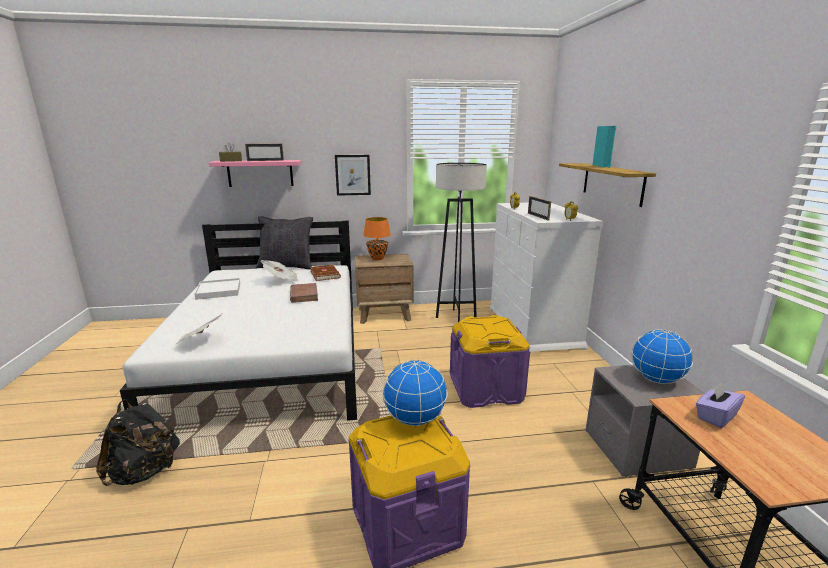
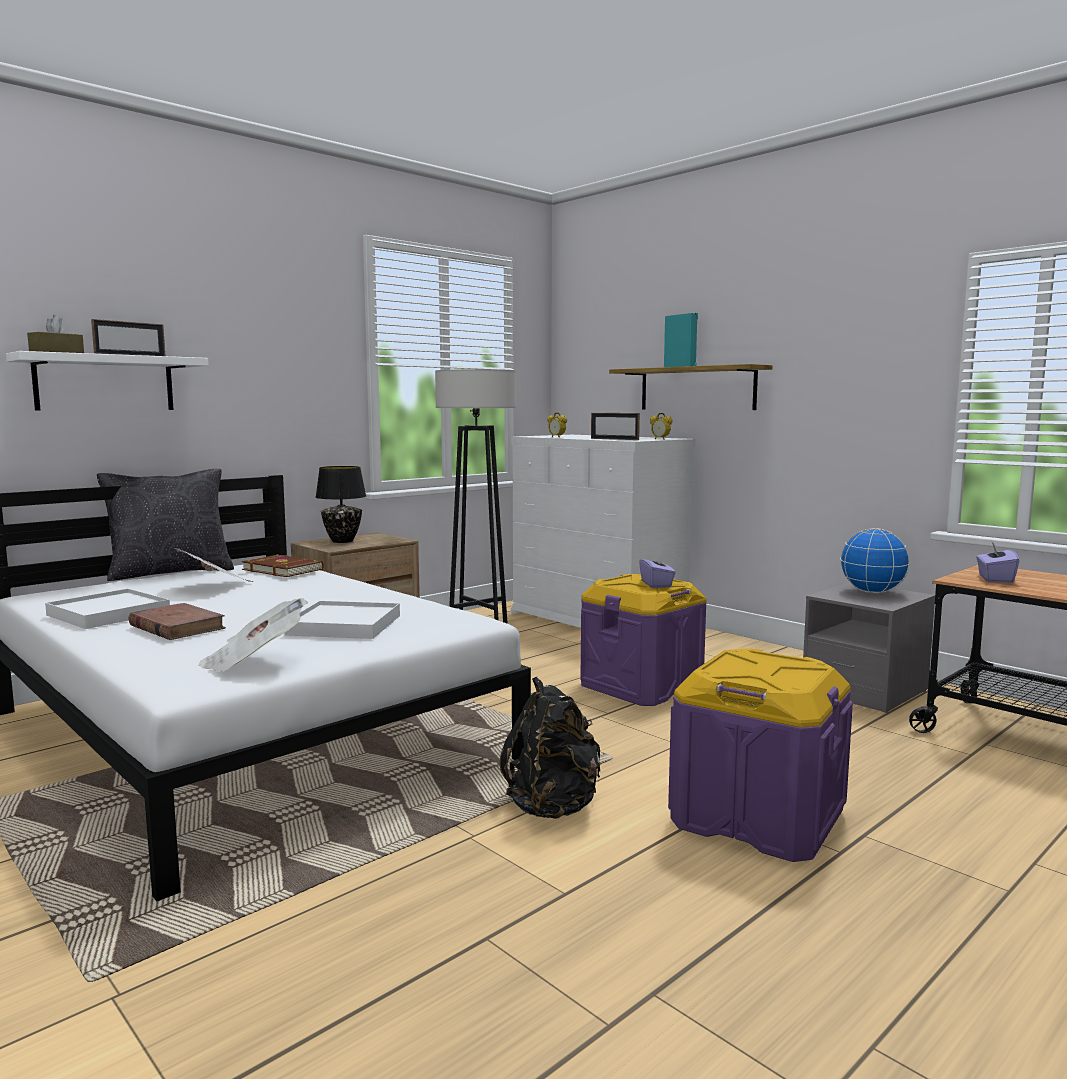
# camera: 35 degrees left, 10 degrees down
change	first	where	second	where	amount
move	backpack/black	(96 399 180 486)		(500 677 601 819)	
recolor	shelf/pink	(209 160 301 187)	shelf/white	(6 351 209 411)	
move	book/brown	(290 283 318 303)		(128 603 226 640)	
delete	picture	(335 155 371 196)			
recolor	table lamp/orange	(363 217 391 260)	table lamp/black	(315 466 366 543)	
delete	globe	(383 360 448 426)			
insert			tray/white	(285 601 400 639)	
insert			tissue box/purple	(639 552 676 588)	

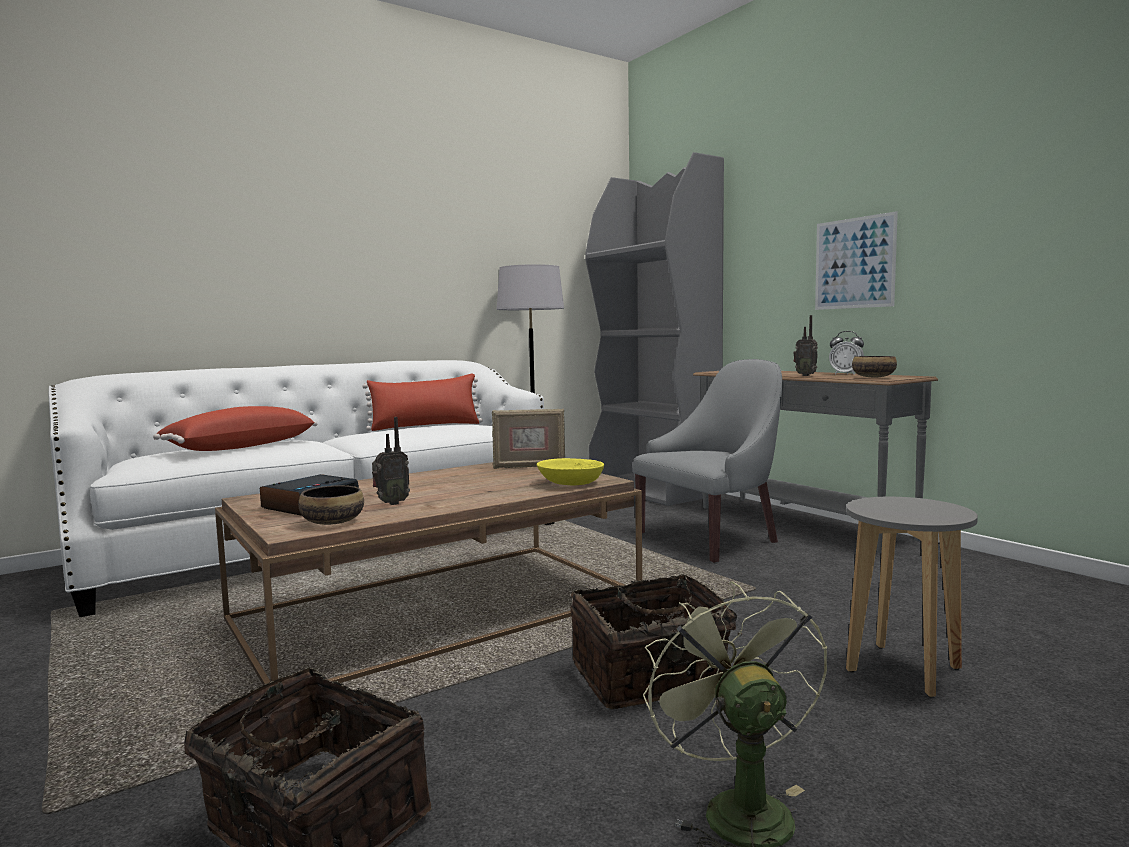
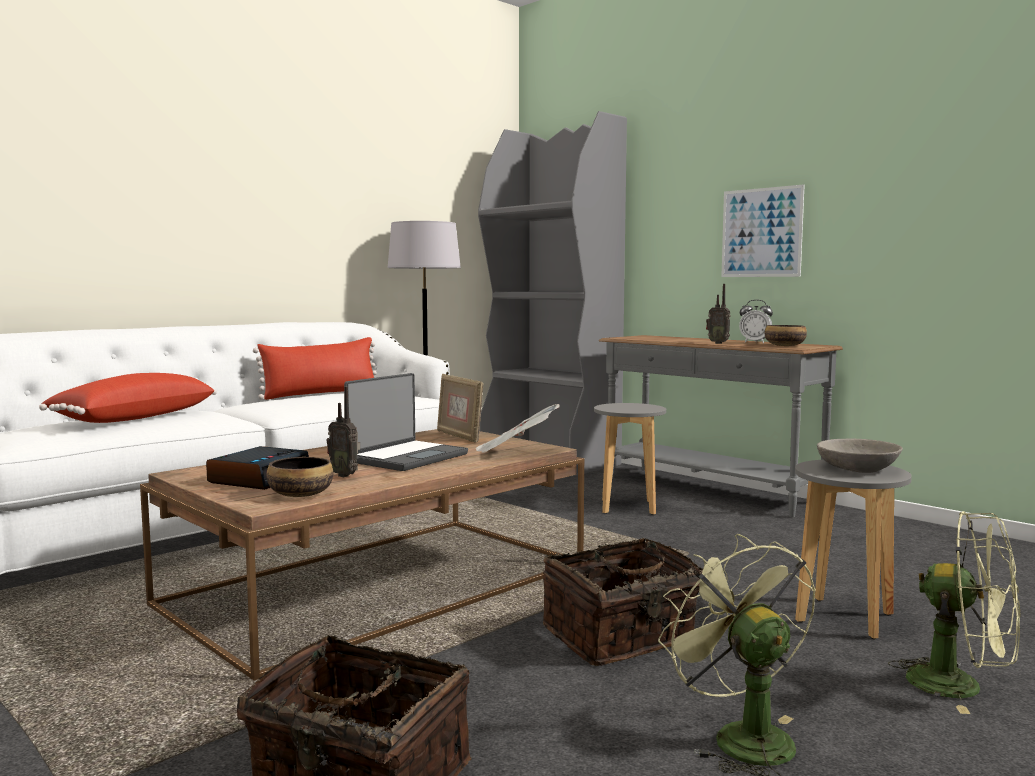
# camera: 10 degrees left, 0 degrees up
change	first	where	second	where	amount
rotate	radio	(372 417 410 505)		(326 387 360 477)	75 degrees clockwise
rotate	picture frame	(492 408 565 469)		(437 374 483 443)	75 degrees clockwise
replace	bowl/yellow	(537 458 604 485)	newspaper	(476 404 560 453)	
replace	armchair/grey	(633 359 783 562)	stool/grey	(594 403 666 515)	
insert			laptop	(344 373 468 471)	
insert			bowl/grey	(817 439 903 473)	
insert			fan/green	(888 511 1021 714)	

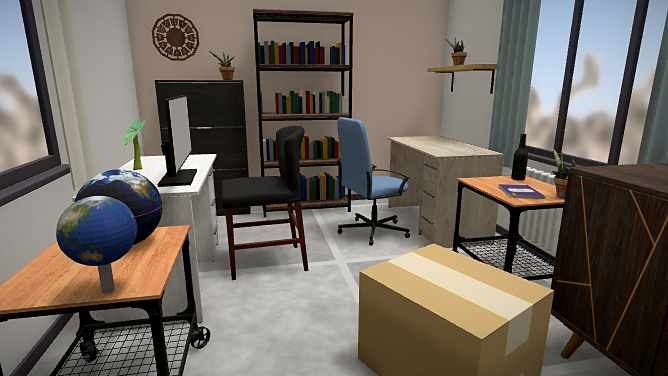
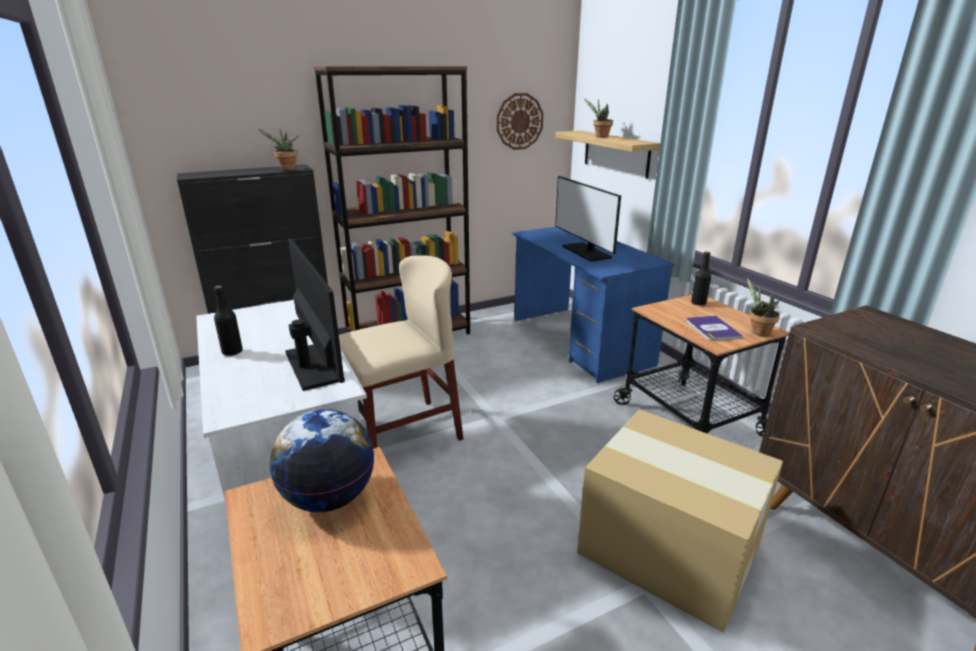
# camera: 15 degrees left, 10 degrees up
change	first	where	second	where	amount
delete	globe	(56 196 138 294)			
replace	potted plant	(122 120 144 170)	bottle/black	(214 286 243 356)	
move	wall clock	(152 14 199 61)		(497 93 543 150)	
recolor	chair/black	(222 126 309 280)	chair/beige	(339 255 463 449)	
delete	office chair/blue	(336 117 410 246)			
recolor	desk/beige	(387 136 506 248)	desk/blue	(512 227 674 383)	
insert			monitor	(555 176 621 262)	

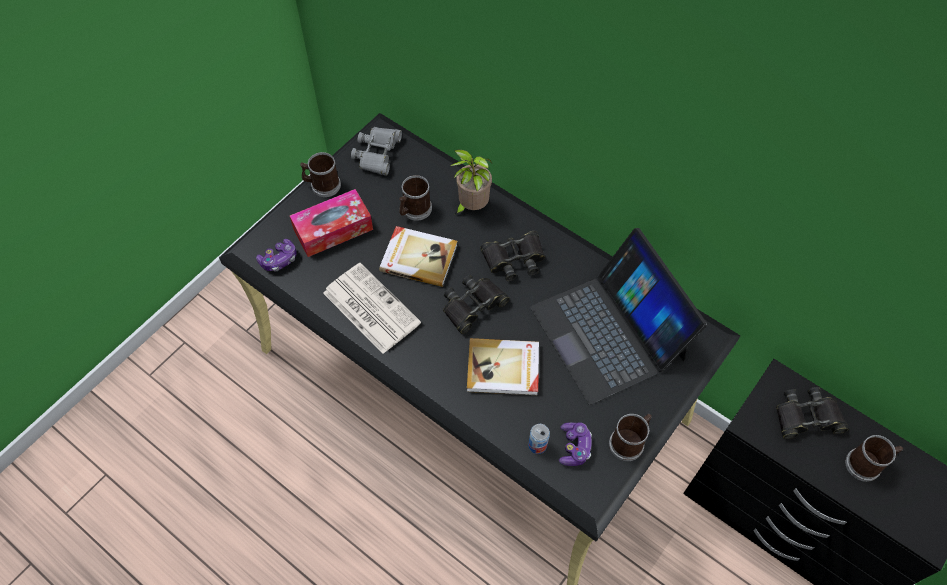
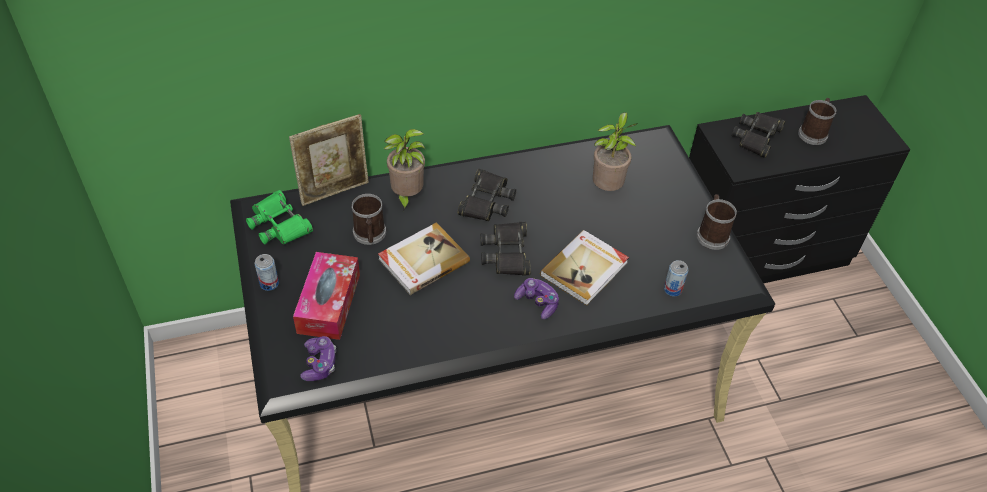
# camera: 55 degrees left, 10 degrees down
change	first	where	second	where	amount
replace	mug	(300 152 341 197)	can	(254 254 279 291)	
delete	newspaper	(323 263 421 354)			
recolor	binoculars/grey	(351 127 402 176)	binoculars/green	(246 190 313 245)	
replace	laptop	(531 228 707 405)	potted plant	(593 112 638 191)	
move	game controller	(559 423 592 466)		(514 278 559 320)	
insert			picture frame	(289 114 369 206)	

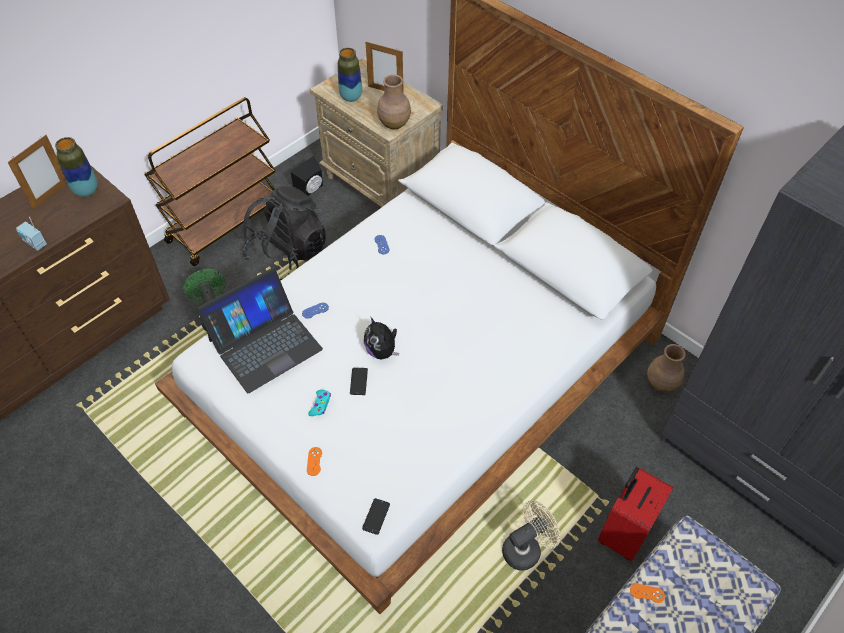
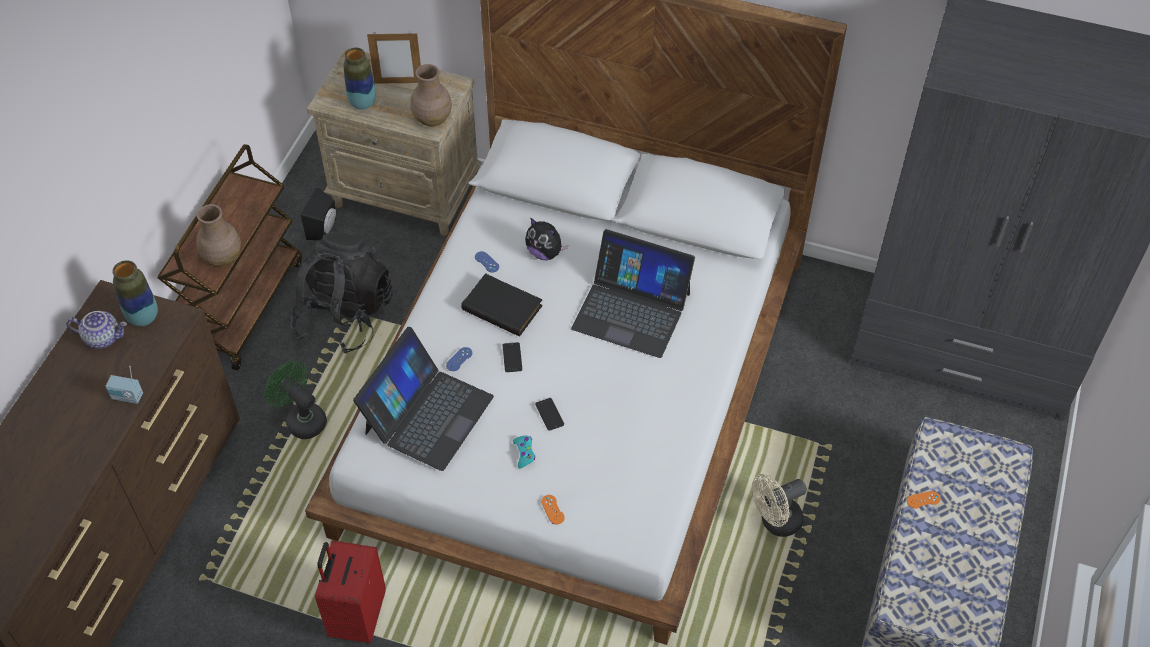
# camera: 25 degrees left, 0 degrees up
change	first	where	second	where	amount
replace	picture frame	(8 135 67 209)	teapot	(66 311 127 349)	
move	phone	(362 498 390 535)		(503 342 522 372)	
move	plush toy	(364 317 399 359)		(525 218 568 260)	
rotate	fan/beige	(502 500 560 571)		(752 474 807 537)	150 degrees counterclockwise
move	suitcase/red	(598 467 673 562)		(315 540 386 644)	
move	vase/brown	(647 344 686 392)		(196 204 241 267)	
insert			book/black	(461 273 543 336)	
insert			laptop	(571 229 695 358)	

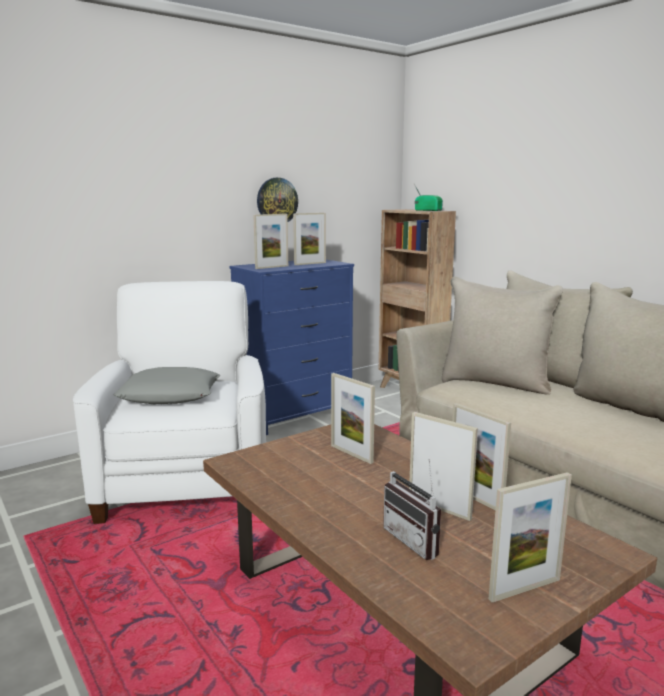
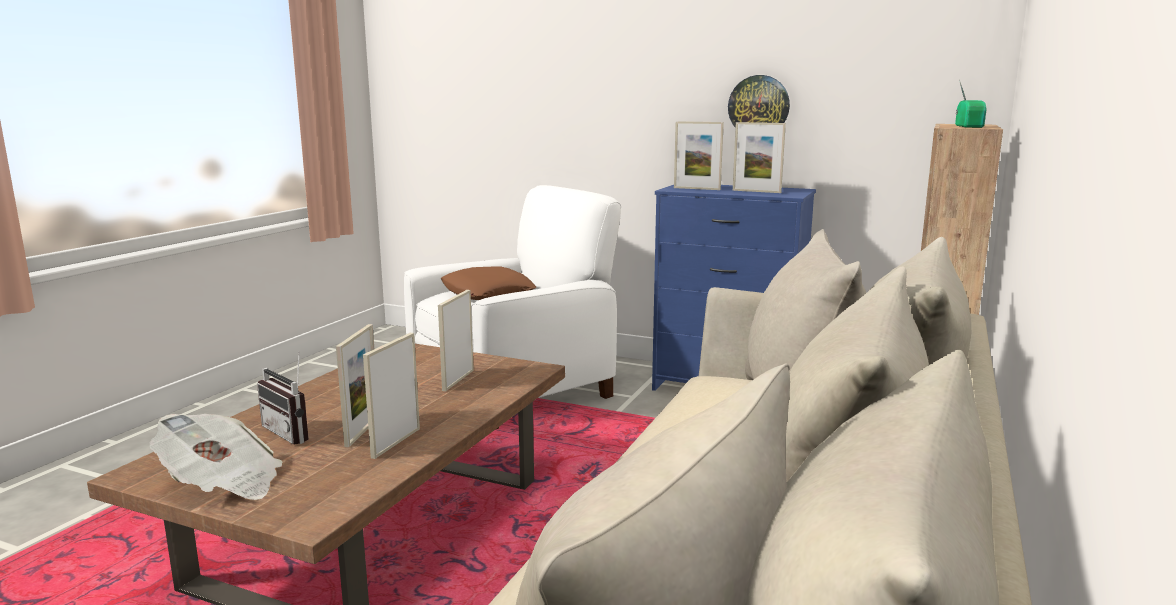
# camera: 60 degrees right, 0 degrees up
change	first	where	second	where	amount
recolor	pillow/grey	(114 367 220 404)	pillow/brown	(441 266 537 300)	
rotate	radio	(383 459 441 560)		(257 351 309 444)	75 degrees counterclockwise
replace	picture frame	(489 472 572 602)	newspaper	(149 414 283 500)	

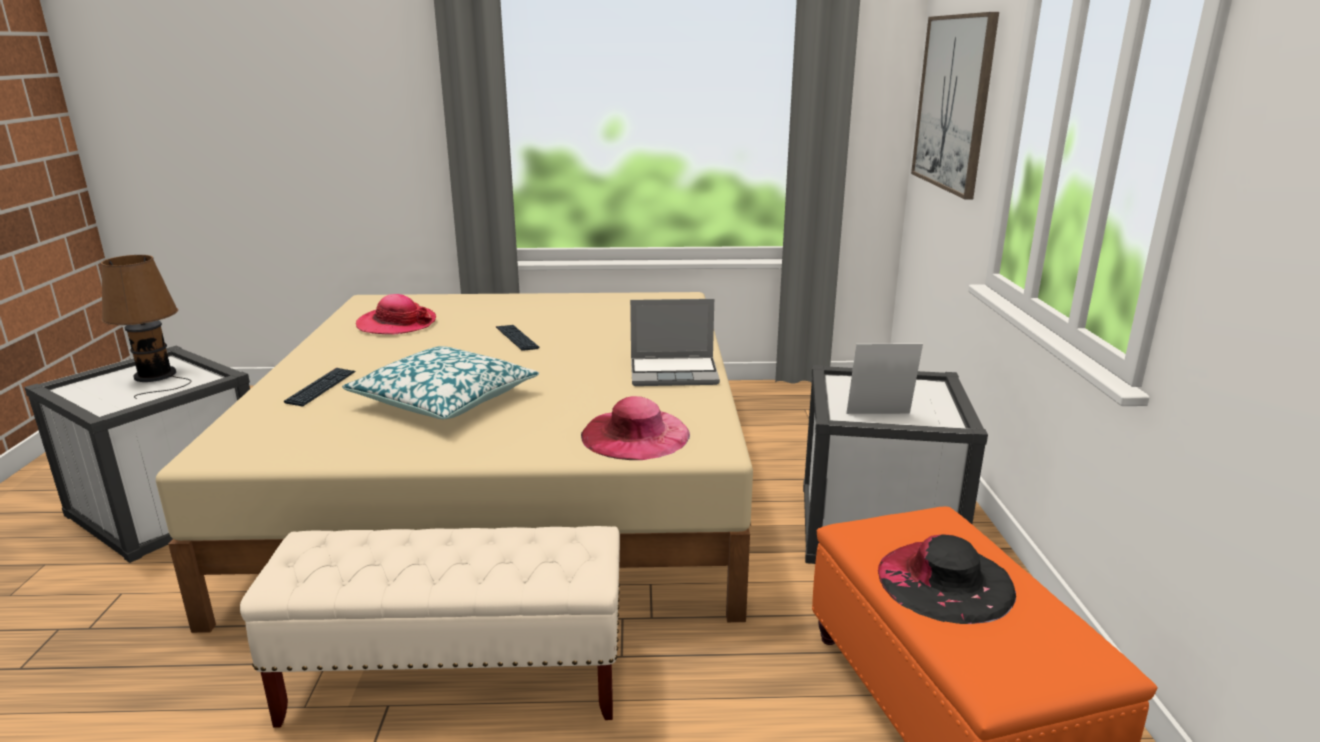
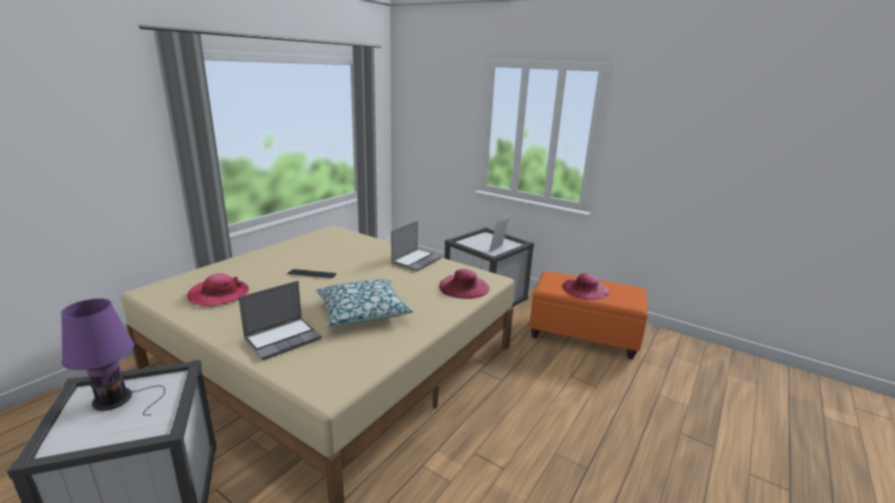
# camera: 55 degrees left, 0 degrees up
change	first	where	second	where	amount
recolor	table lamp/brown	(101 255 191 399)	table lamp/purple	(61 298 165 416)	
delete	bench/beige	(240 526 620 728)			
replace	keyboard	(284 368 355 407)	laptop	(238 281 322 360)	
recolor	hat/black	(878 535 1016 624)	hat/pink	(562 273 609 300)	
delete	picture	(911 12 999 200)			

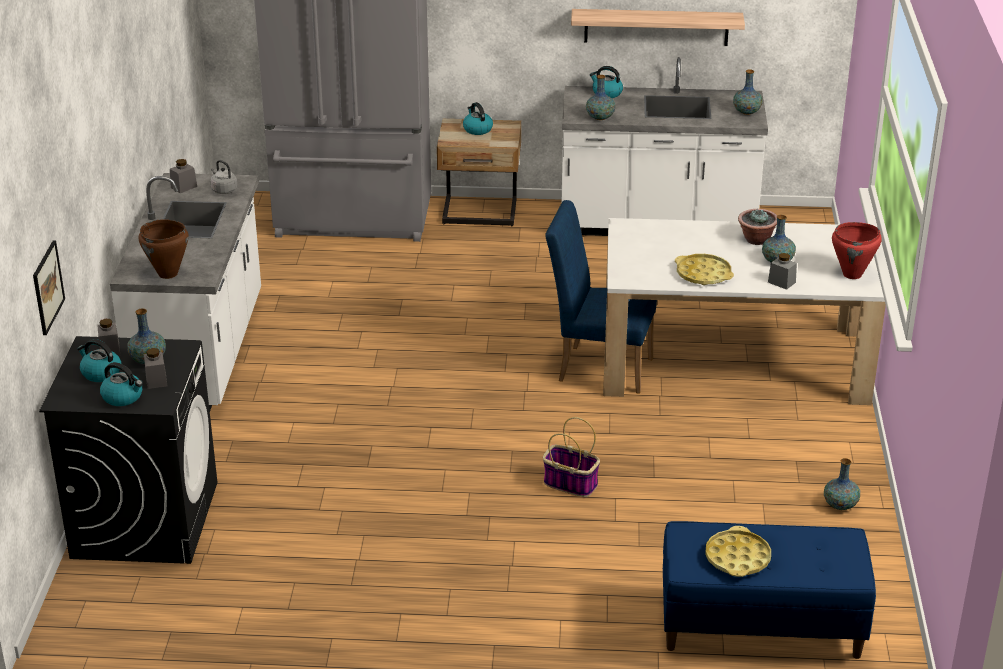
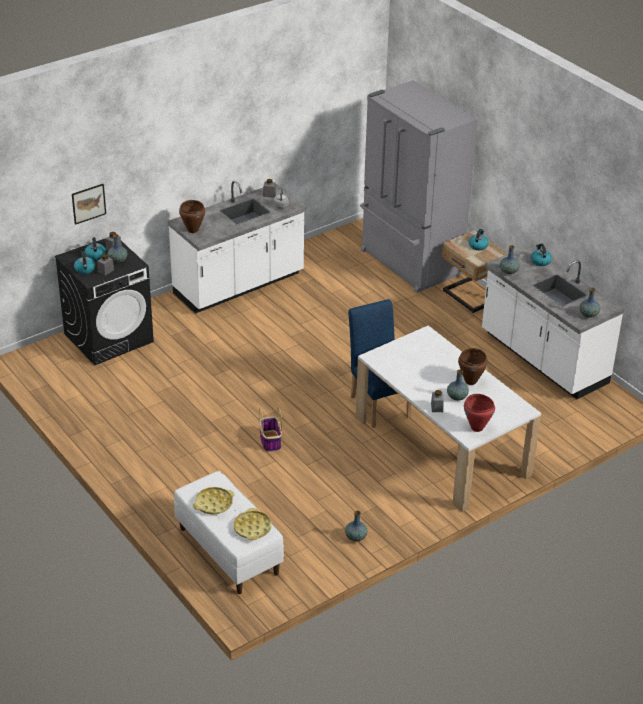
# camera: 50 degrees right, 5 degrees up
change	first	where	second	where	amount
delete	shelf	(571 9 745 46)			
recolor	bench/blue	(663 521 876 659)	bench/white	(174 471 284 594)	
move	tray/yellow	(675 254 734 285)		(234 508 271 540)	
replace	potted plant	(738 209 777 245)	cooking pot/brown	(458 348 488 385)	

